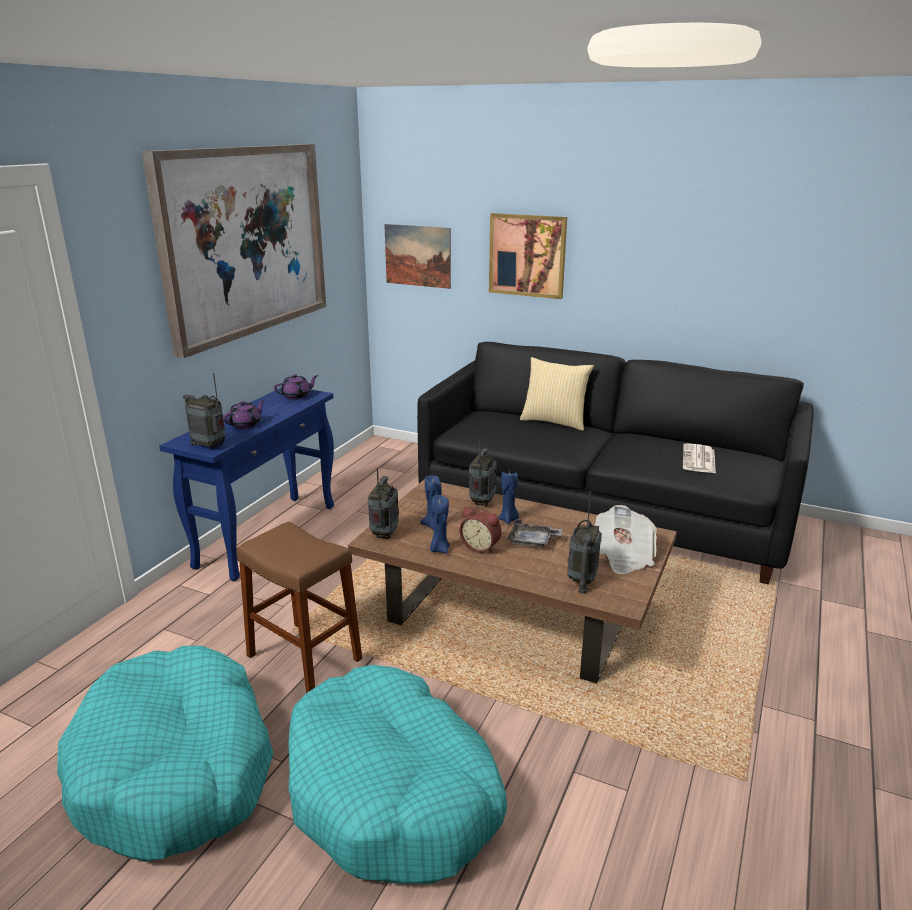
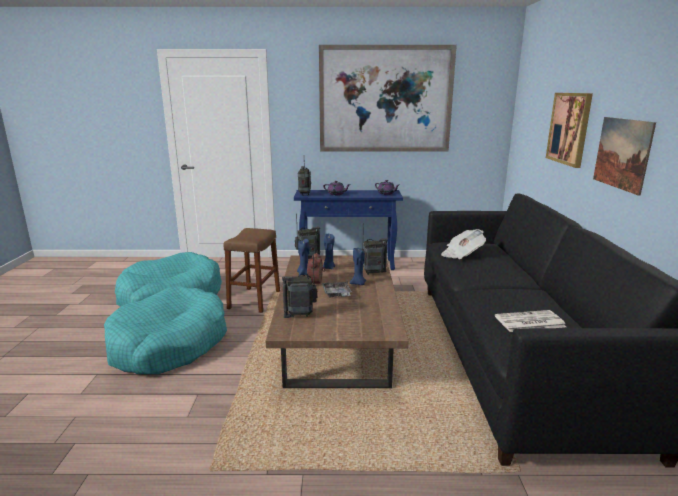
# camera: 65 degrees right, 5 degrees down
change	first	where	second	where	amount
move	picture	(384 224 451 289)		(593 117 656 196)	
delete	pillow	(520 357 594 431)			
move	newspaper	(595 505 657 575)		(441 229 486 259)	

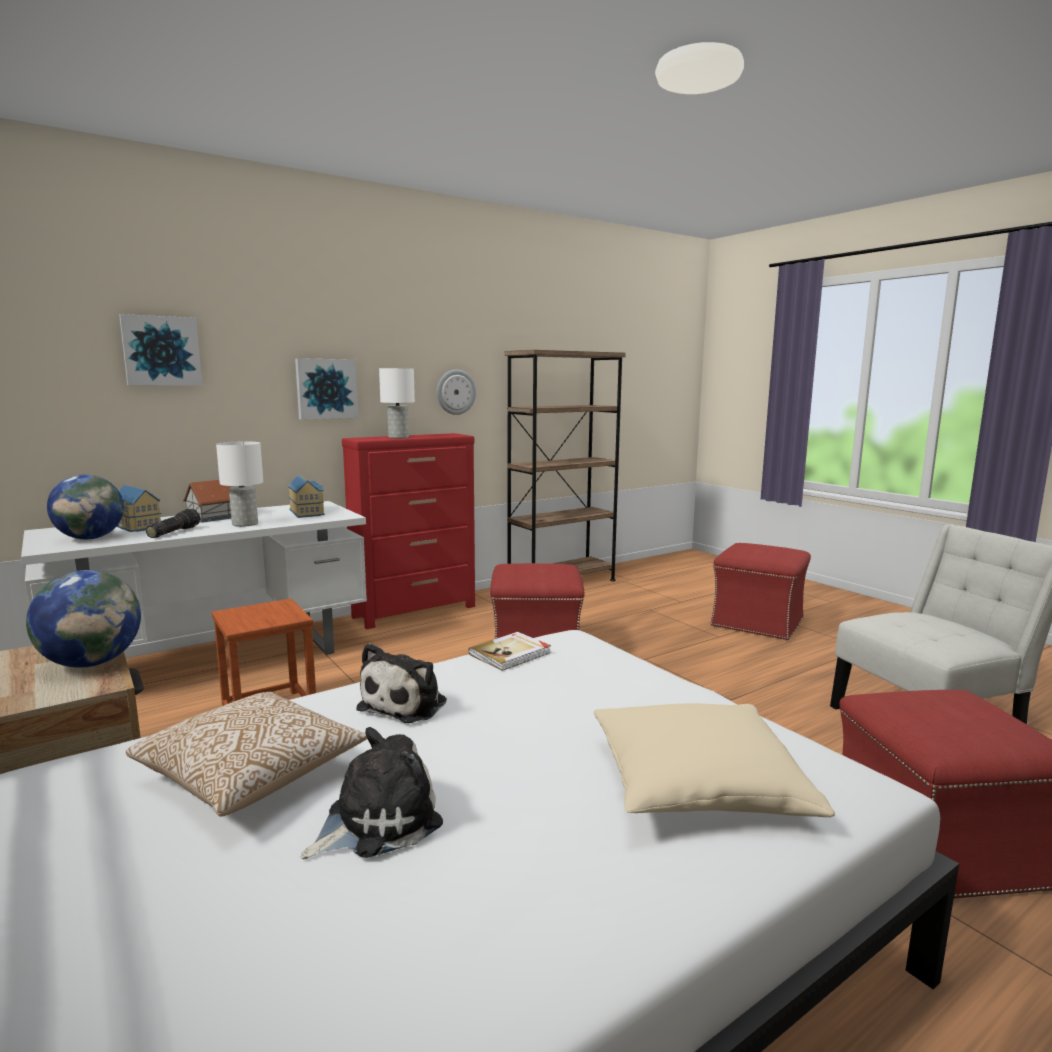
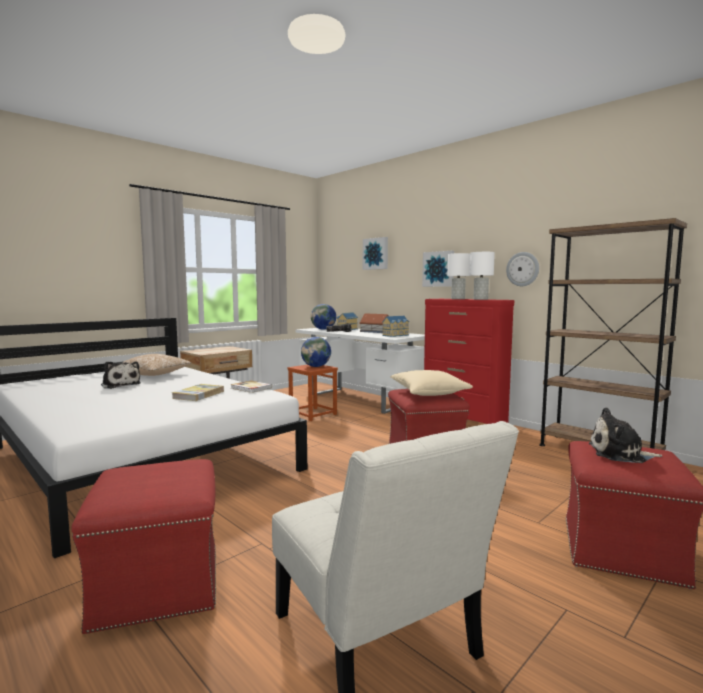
# camera: 80 degrees right, 5 degrees down
change	first	where	second	where	amount
move	globe	(26 570 141 668)		(301 337 331 367)	
move	table lamp/white	(216 441 263 527)		(470 252 495 300)	
move	plush toy	(357 643 447 723)		(589 408 662 463)	
move	pillow/beige	(594 703 835 817)		(390 370 473 396)	
insert			book	(172 384 224 401)	

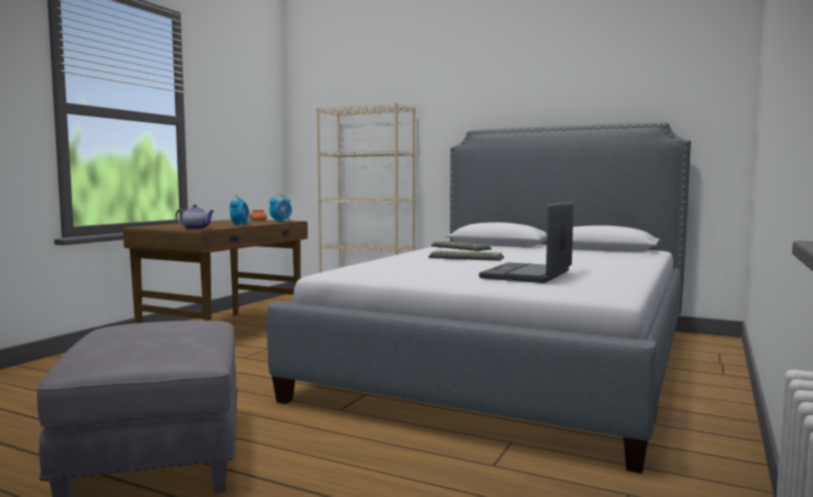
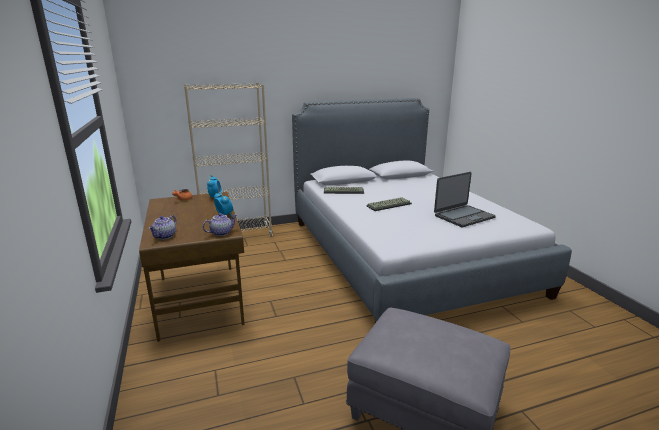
# camera: 45 degrees left, 15 degrees up
change	first	where	second	where	amount
rotate	laptop	(479 202 574 283)		(434 172 496 227)	105 degrees counterclockwise
insert			teapot	(149 215 177 239)	

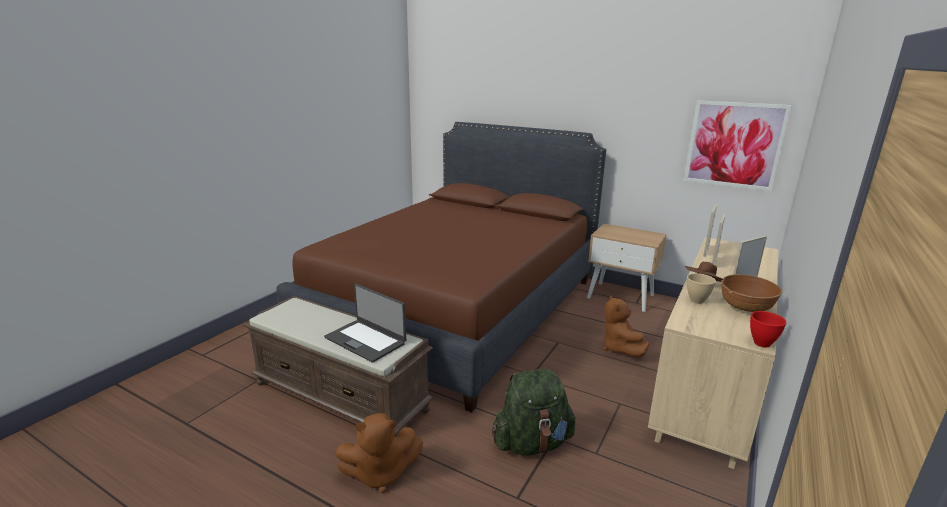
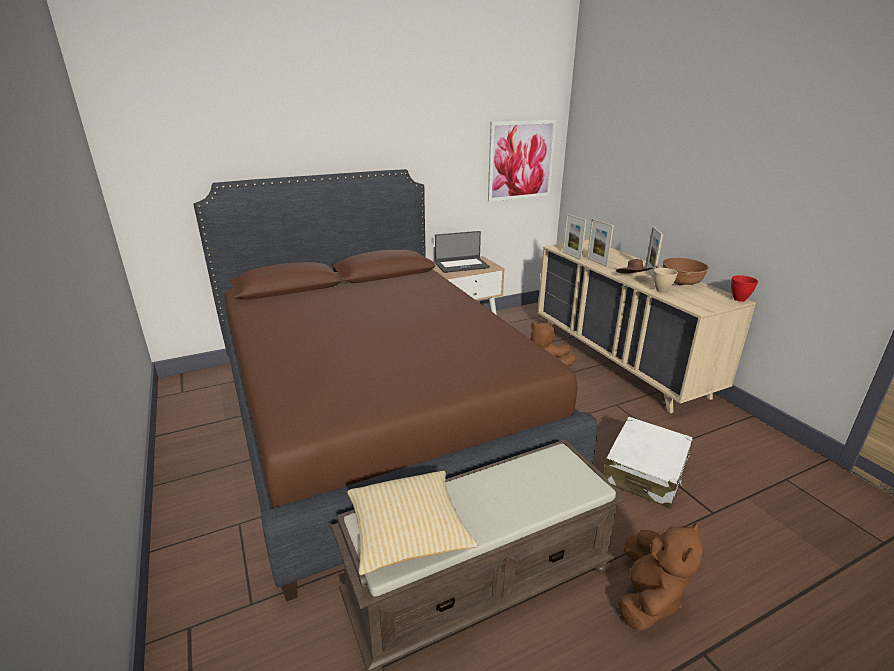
# camera: 55 degrees left, 5 degrees up
change	first	where	second	where	amount
move	laptop	(324 284 406 363)		(435 231 490 273)	
replace	backpack/green	(492 369 576 456)	suitcase/white	(603 417 693 509)	
insert			pillow	(347 471 478 575)	

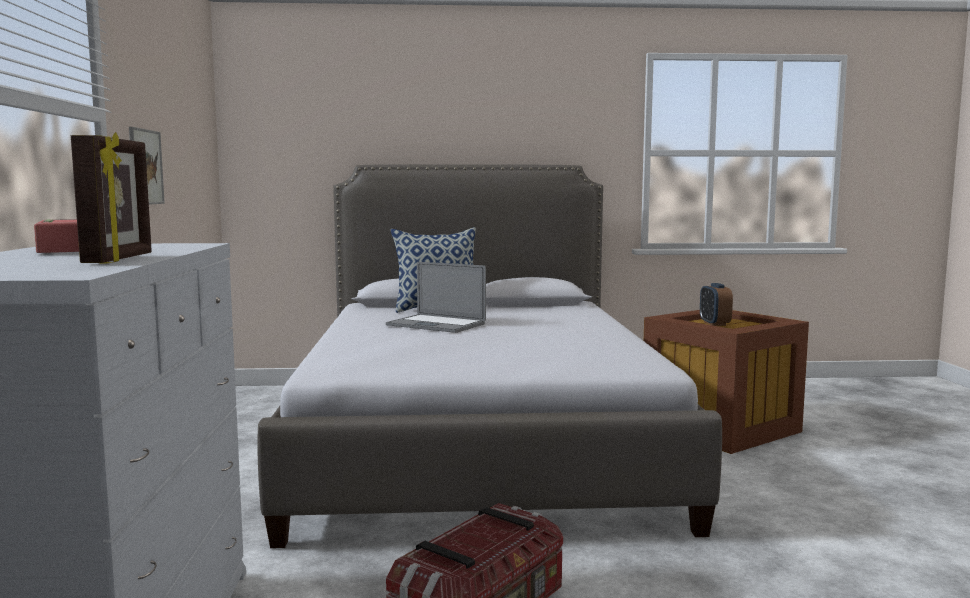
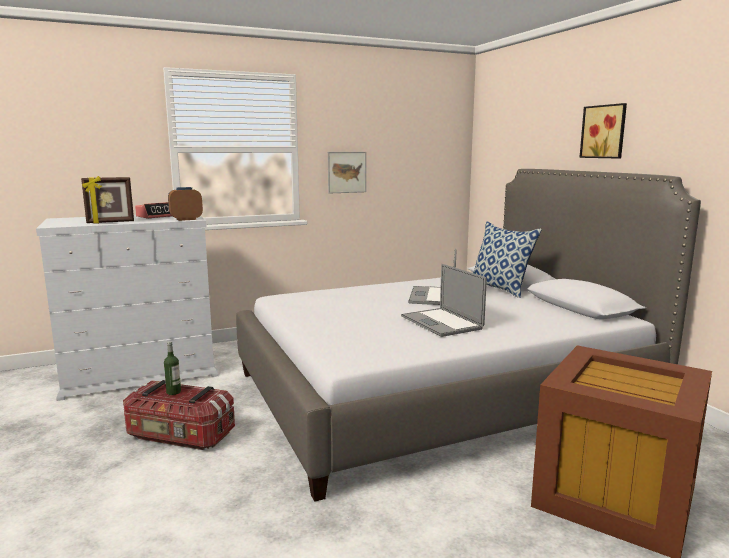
# camera: 70 degrees right, 5 degrees up
change	first	where	second	where	amount
move	alarm clock	(700 283 733 326)		(168 187 203 221)	
insert			bottle	(164 341 181 395)	
insert			laptop	(401 264 487 337)	
insert			picture	(579 103 627 159)	

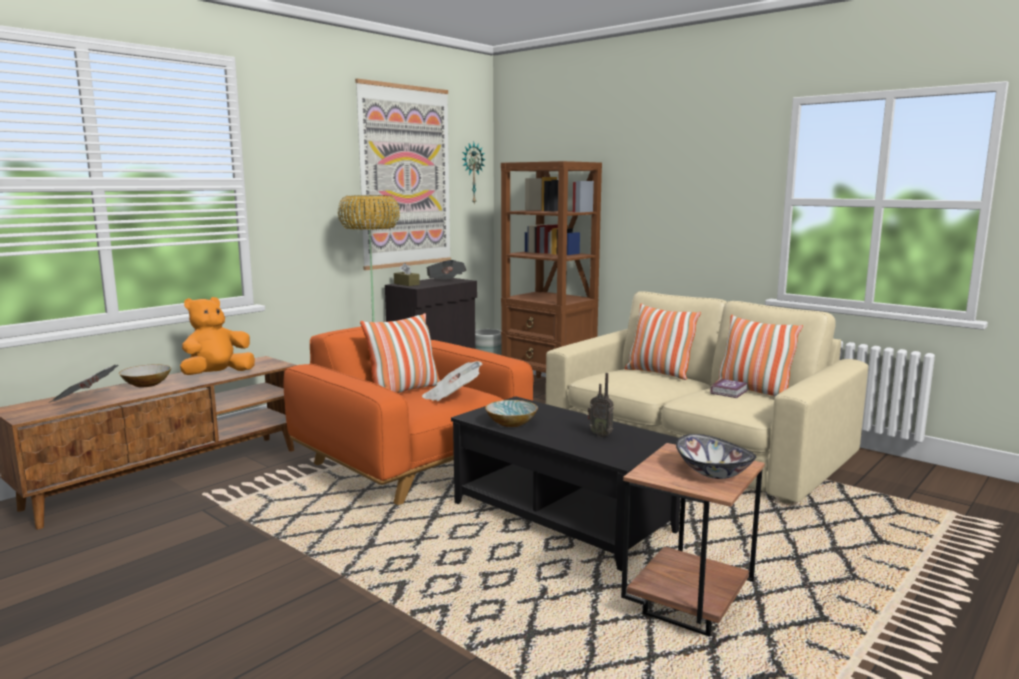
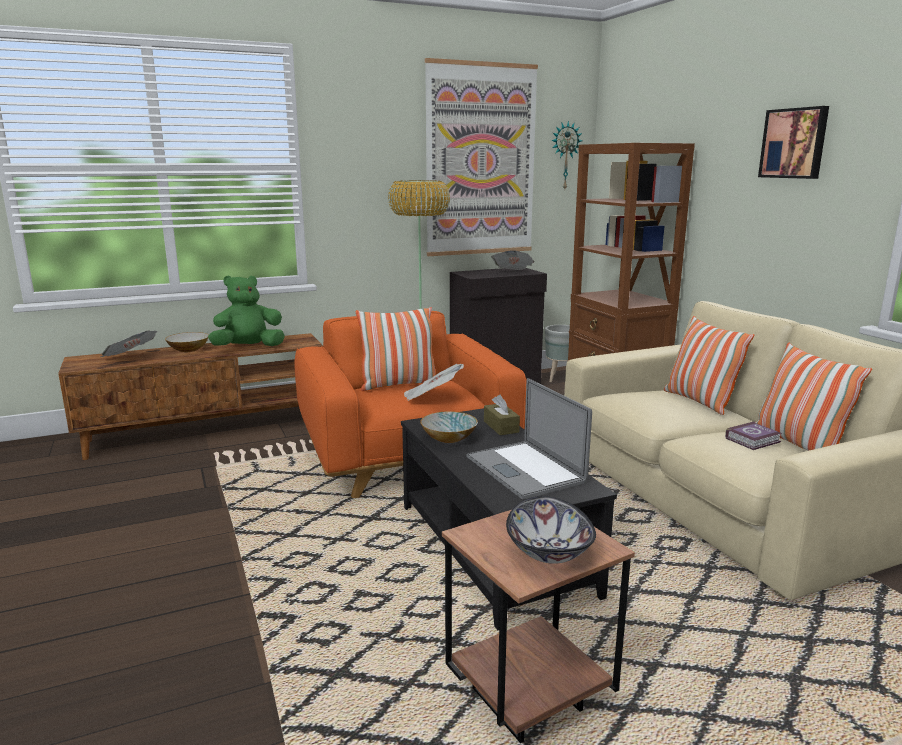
# camera: 25 degrees right, 5 degrees up
change	first	where	second	where	amount
recolor	plush toy/orange	(180 297 255 375)	plush toy/green	(208 275 285 346)	
move	tissue box/brown	(394 263 420 286)		(484 395 520 435)	
replace	radio	(588 373 614 437)	laptop	(467 378 592 499)	
insert			picture	(758 106 829 179)	

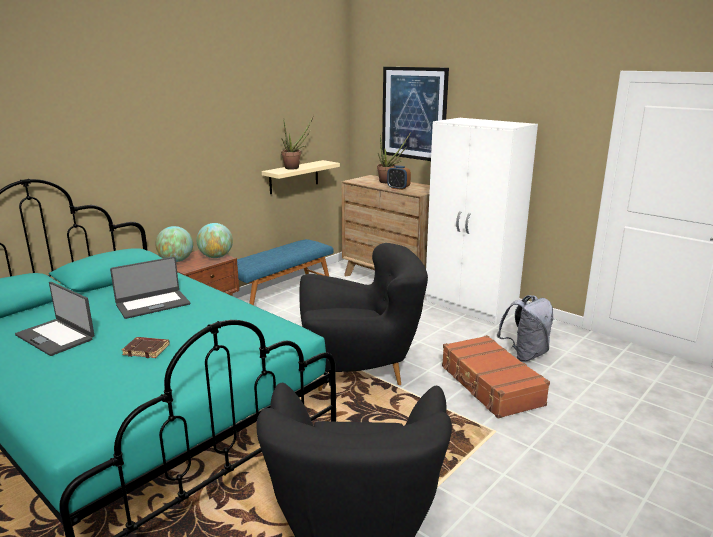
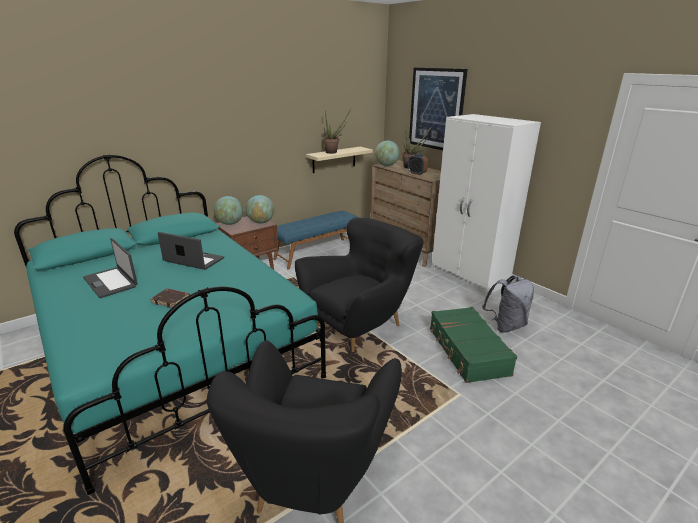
# camera: 10 degrees right, 5 degrees up
change	first	where	second	where	amount
rotate	laptop	(110 257 190 319)		(158 232 224 270)	135 degrees counterclockwise
rotate	armchair/black	(300 243 428 391)		(295 218 424 352)	45 degrees counterclockwise
recolor	suitcase/brown	(442 335 550 419)	suitcase/green	(430 307 517 383)	
insert			globe	(375 141 400 166)	

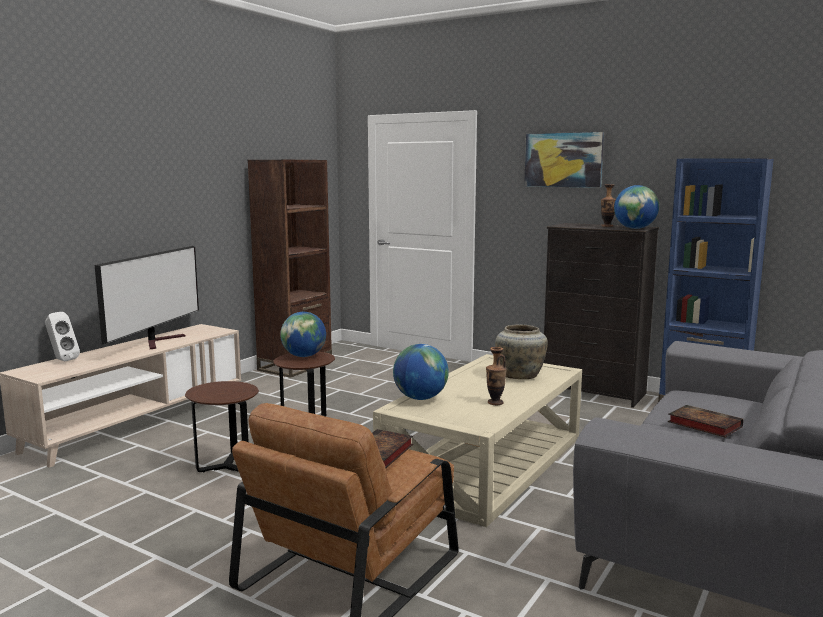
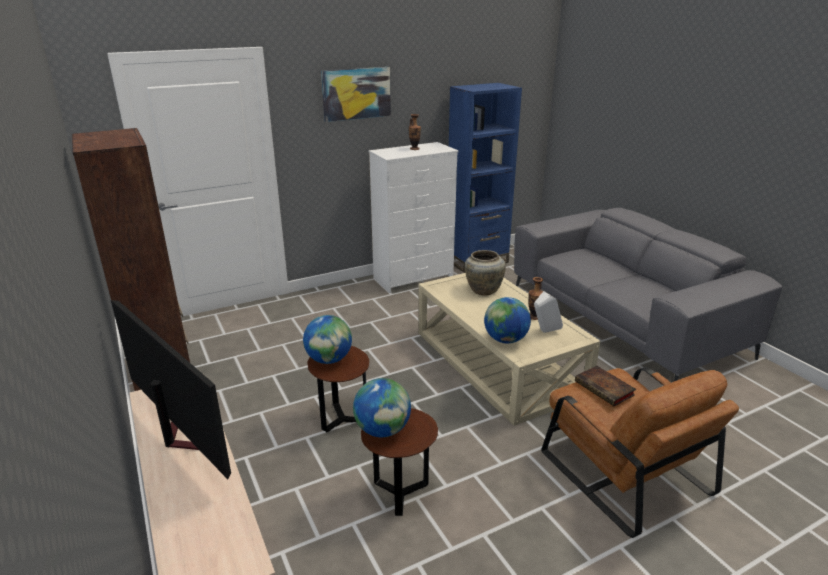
# camera: 60 degrees left, 15 degrees up
change	first	where	second	where	amount
move	speaker/white	(45 312 80 361)		(534 291 563 333)	
recolor	dresser/black	(544 223 659 408)	dresser/white	(369 142 459 293)	
move	globe	(614 185 659 229)		(353 378 411 437)	
delete	book	(668 405 743 437)			

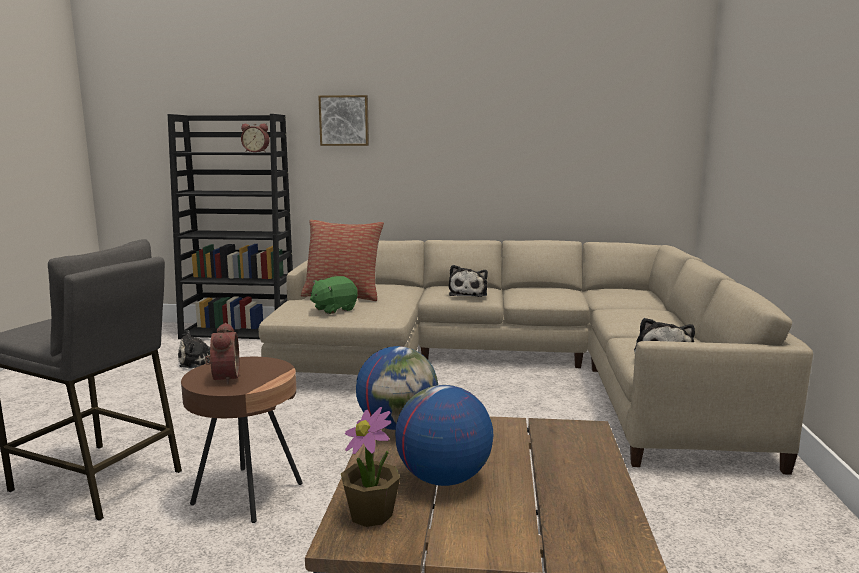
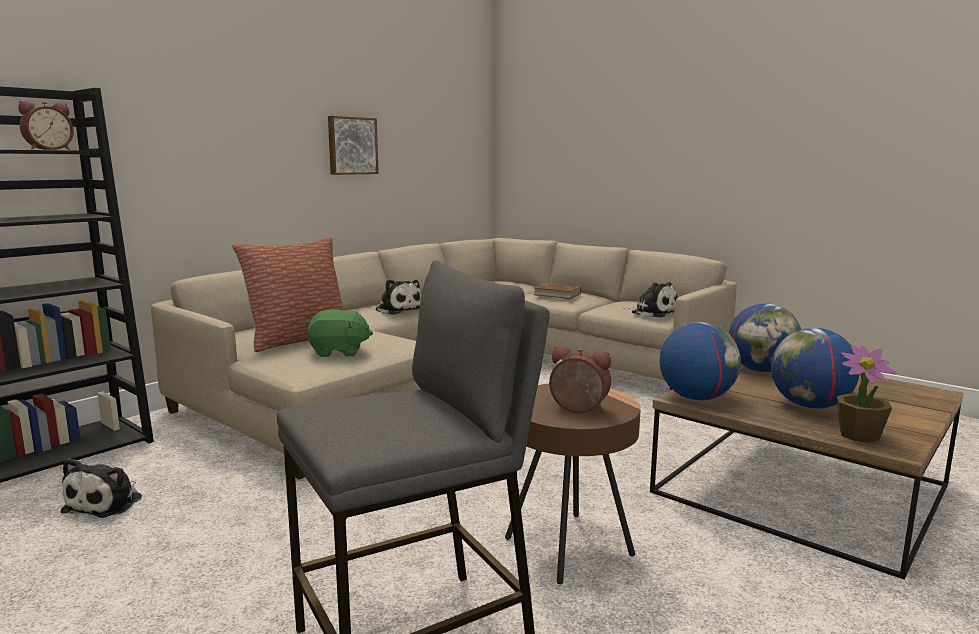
# camera: 55 degrees left, 0 degrees up
change	first	where	second	where	amount
rotate	plush toy/green	(310 276 358 314)		(307 310 373 357)	90 degrees counterclockwise
move	picture	(318 95 369 146)		(328 116 379 175)	
insert			book/brown	(533 283 581 299)	
insert			globe	(729 304 801 373)	

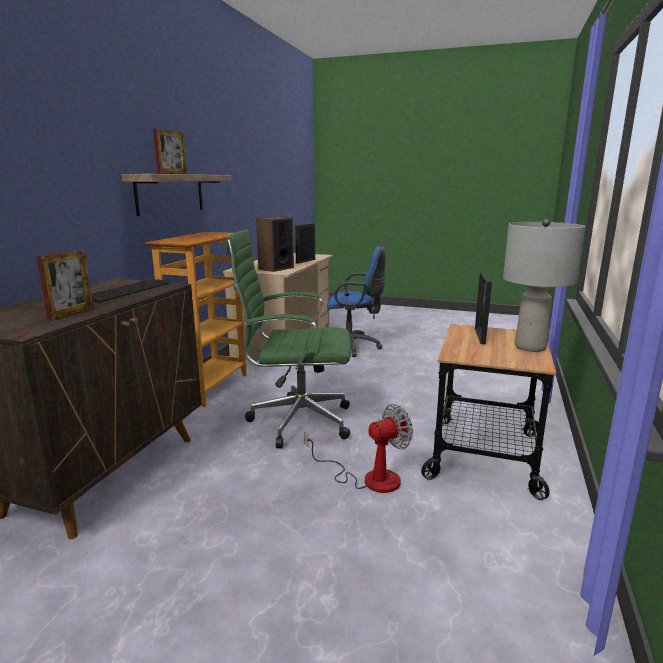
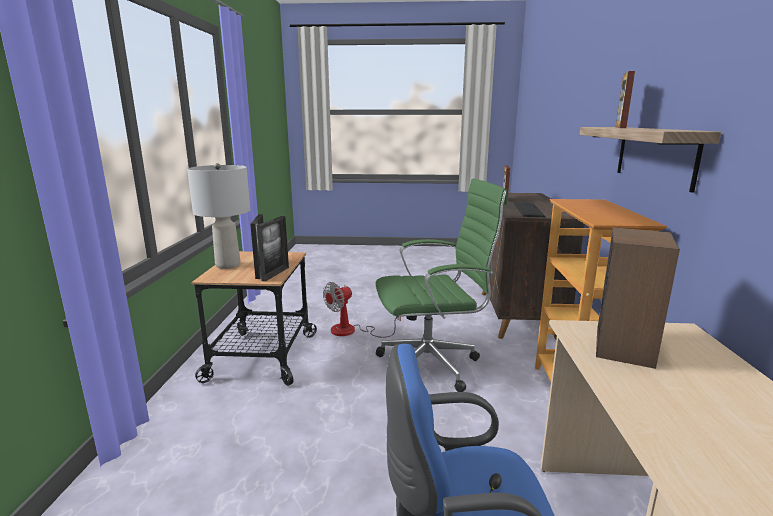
# camera: 165 degrees right, 0 degrees up
change	first	where	second	where	amount
move	picture frame	(295 223 315 264)		(257 216 289 282)	

